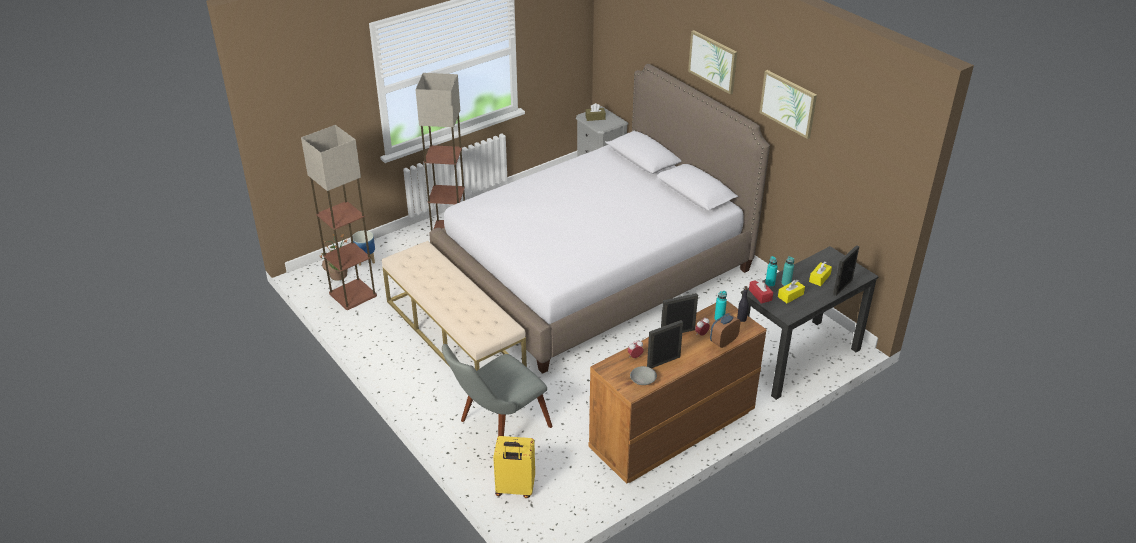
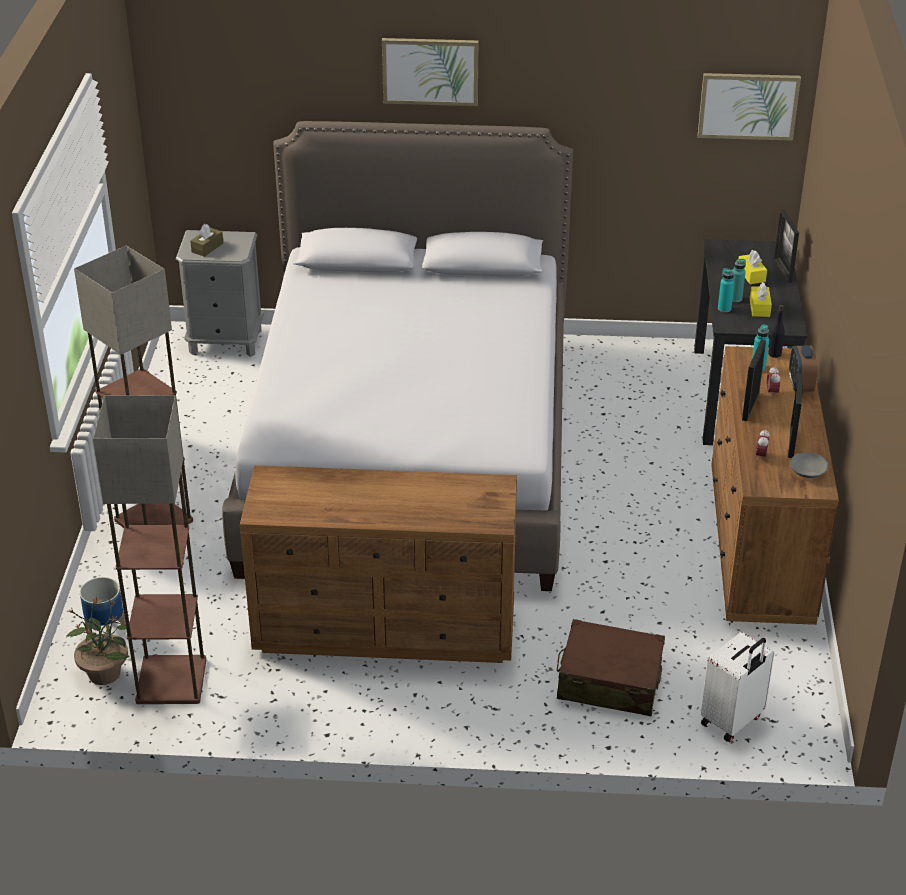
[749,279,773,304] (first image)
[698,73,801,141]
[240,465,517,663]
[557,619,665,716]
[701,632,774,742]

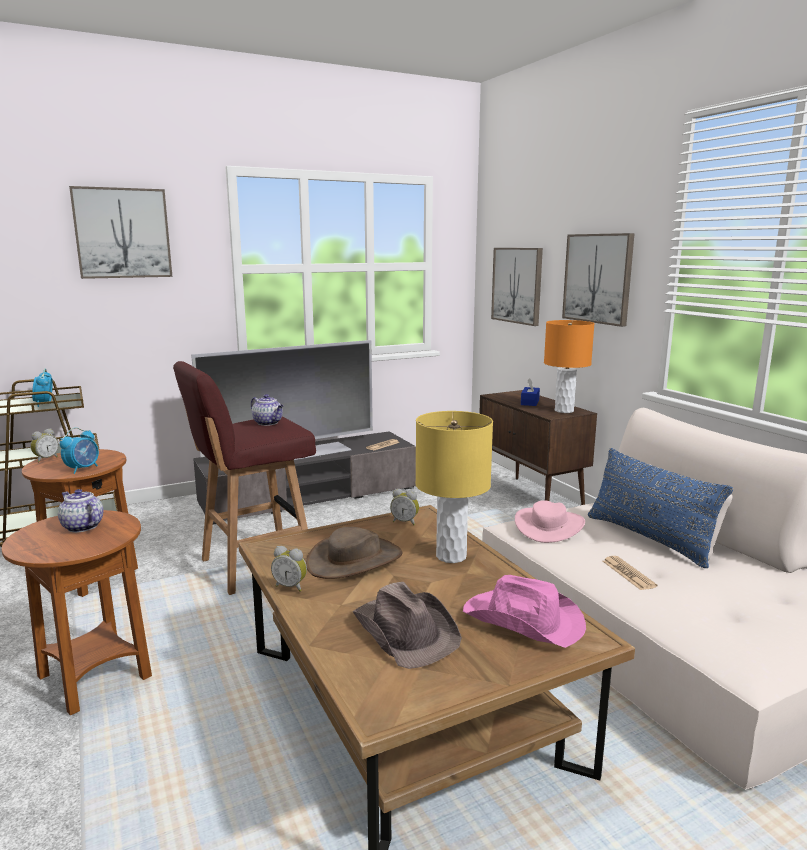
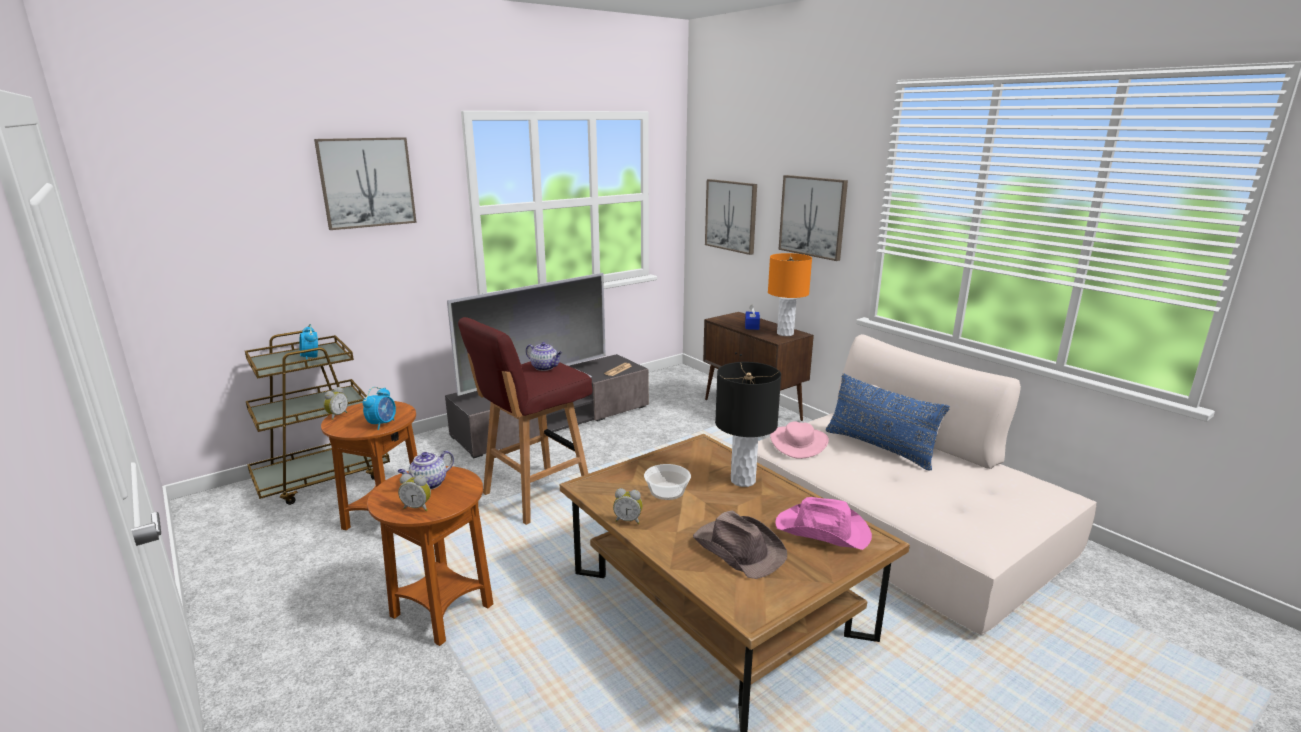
[603,556,657,590] (first image)
[398,474,431,511]
[644,464,691,500]
[715,362,781,487]
[397,450,454,489]

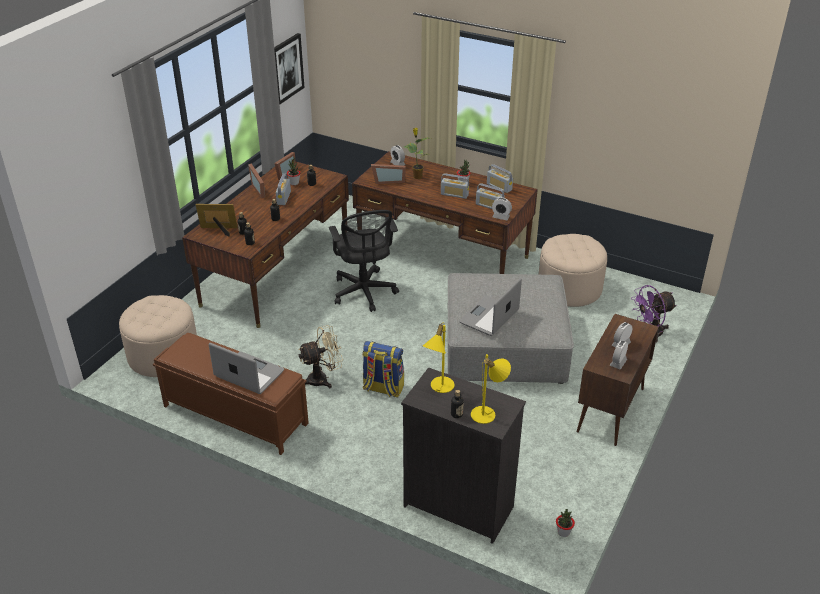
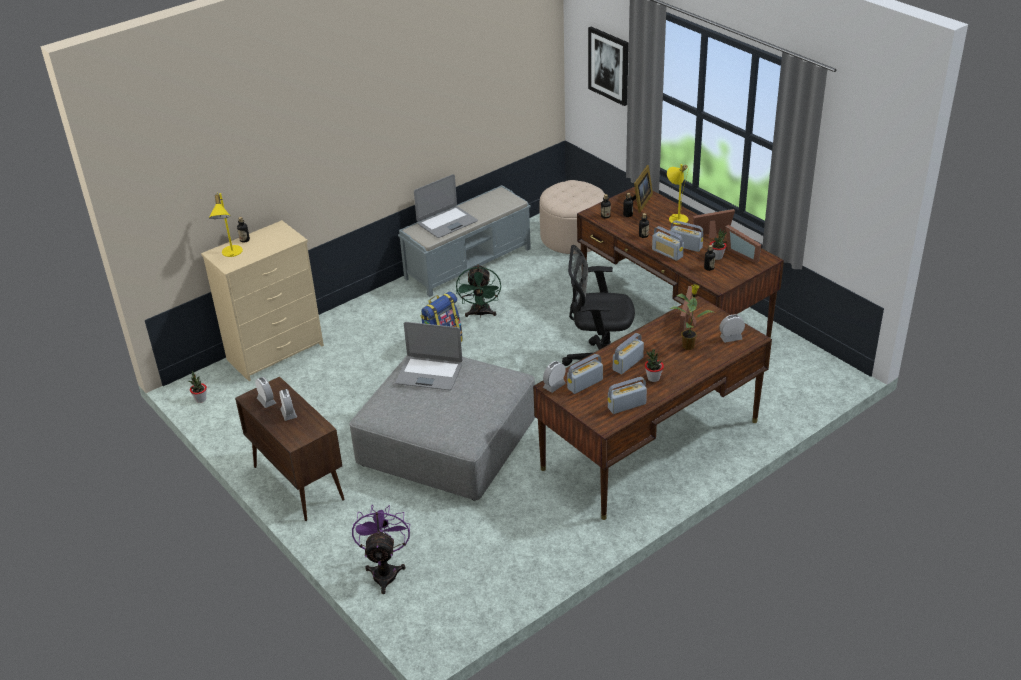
[539,234,607,307] (first image)
[652,226,684,261]
[588,27,629,106]
[667,164,688,225]
[398,185,531,297]
[456,264,501,318]
[201,220,324,381]
[395,322,462,390]

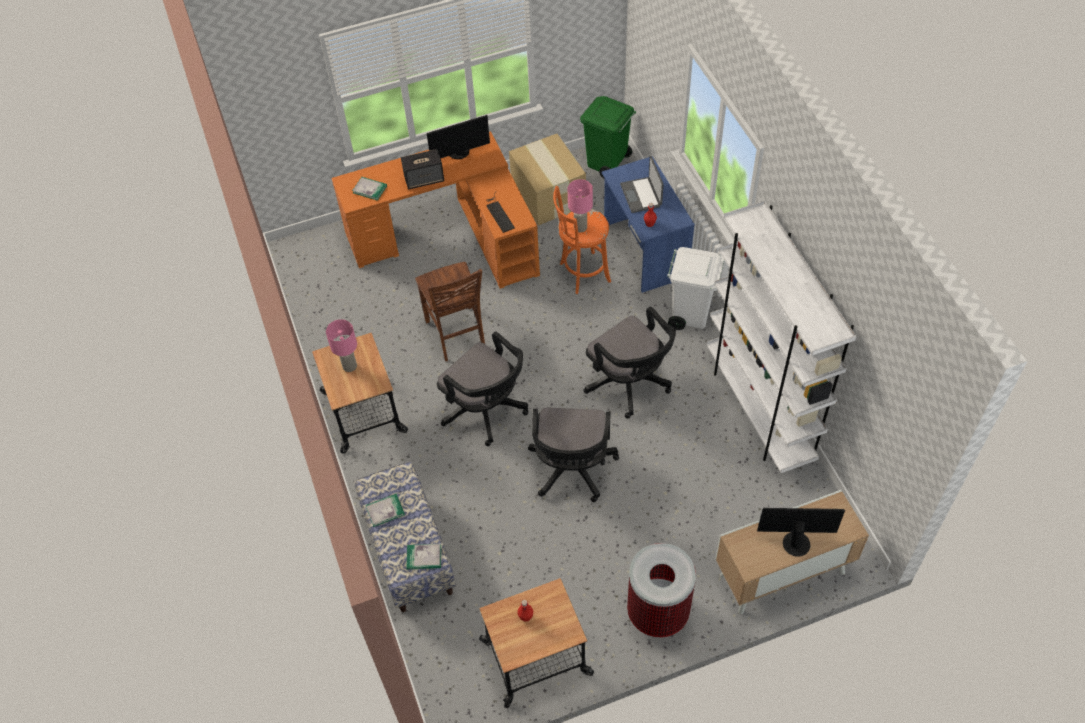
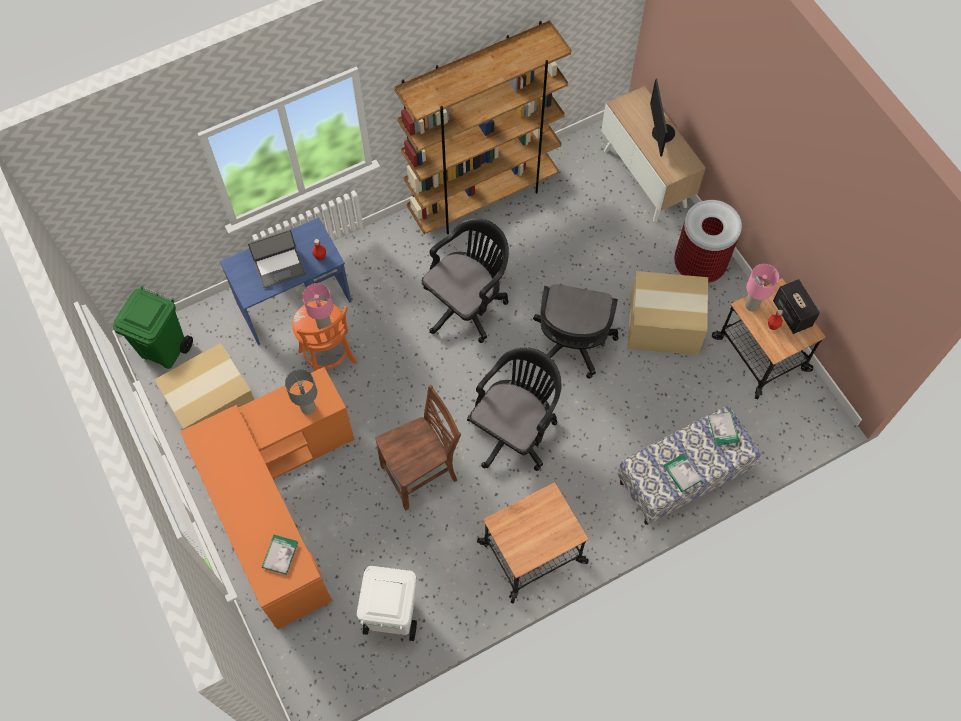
[427,115,490,159] (first image)
[628,271,708,355]
[745,264,779,312]
[773,279,820,334]
[357,566,417,641]
[285,369,317,415]
[394,20,571,234]
[533,284,618,379]

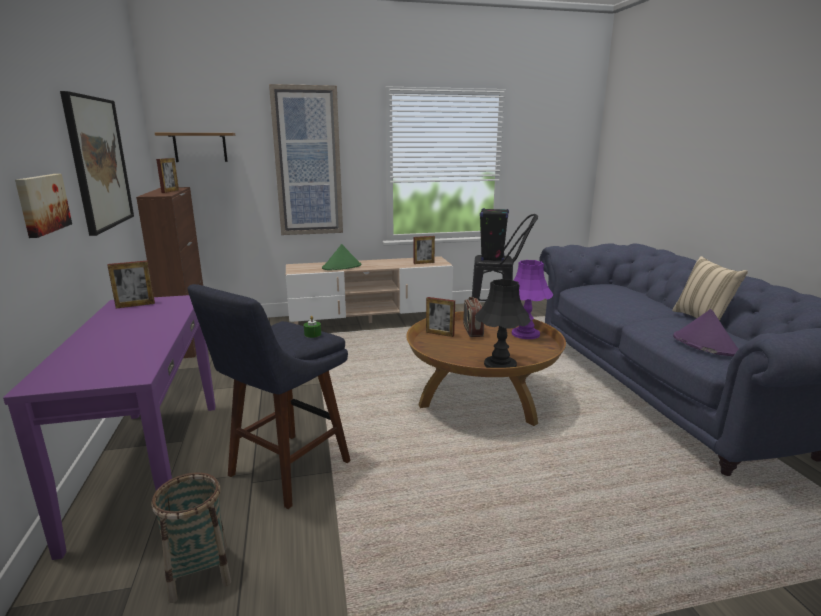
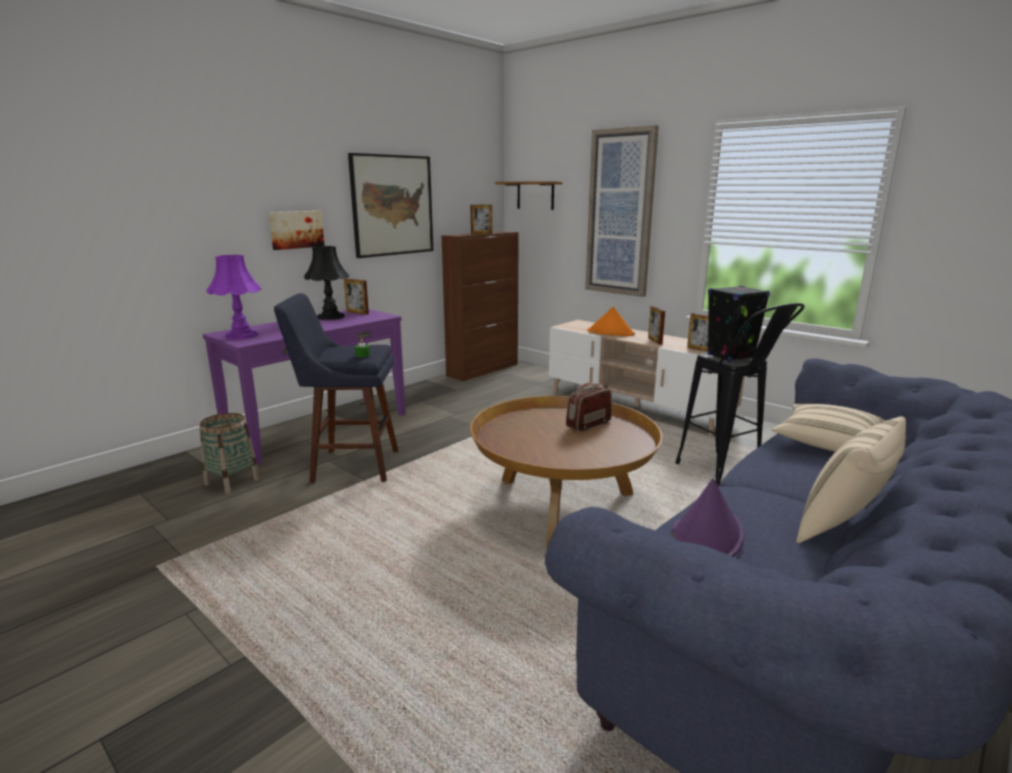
[772,404,885,452]
[648,306,665,345]
[304,246,349,320]
[206,255,261,340]
[587,307,635,336]

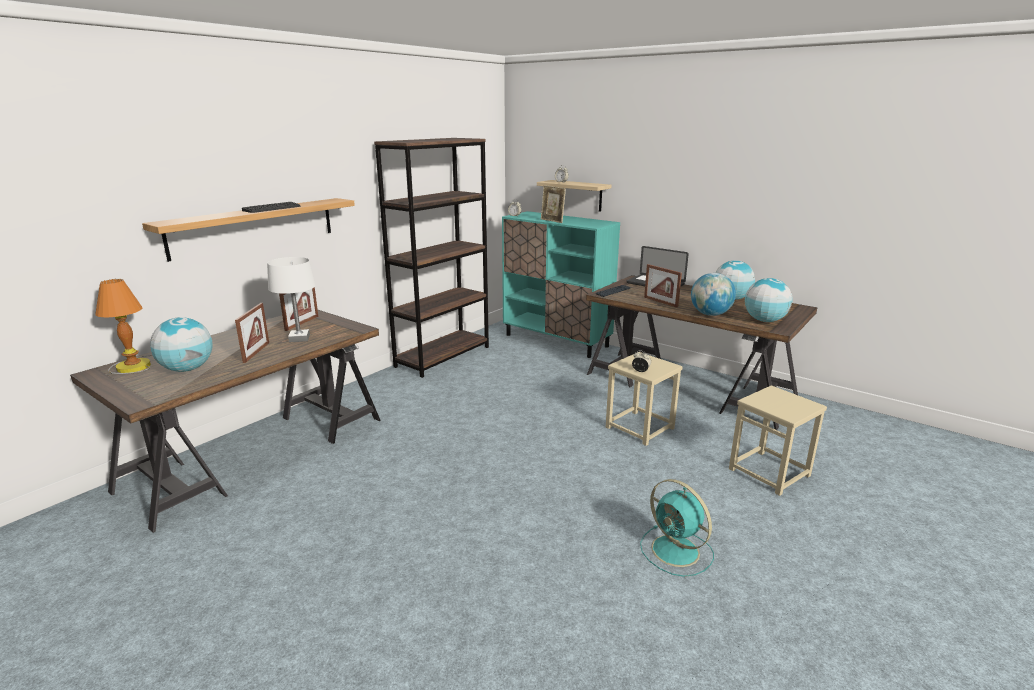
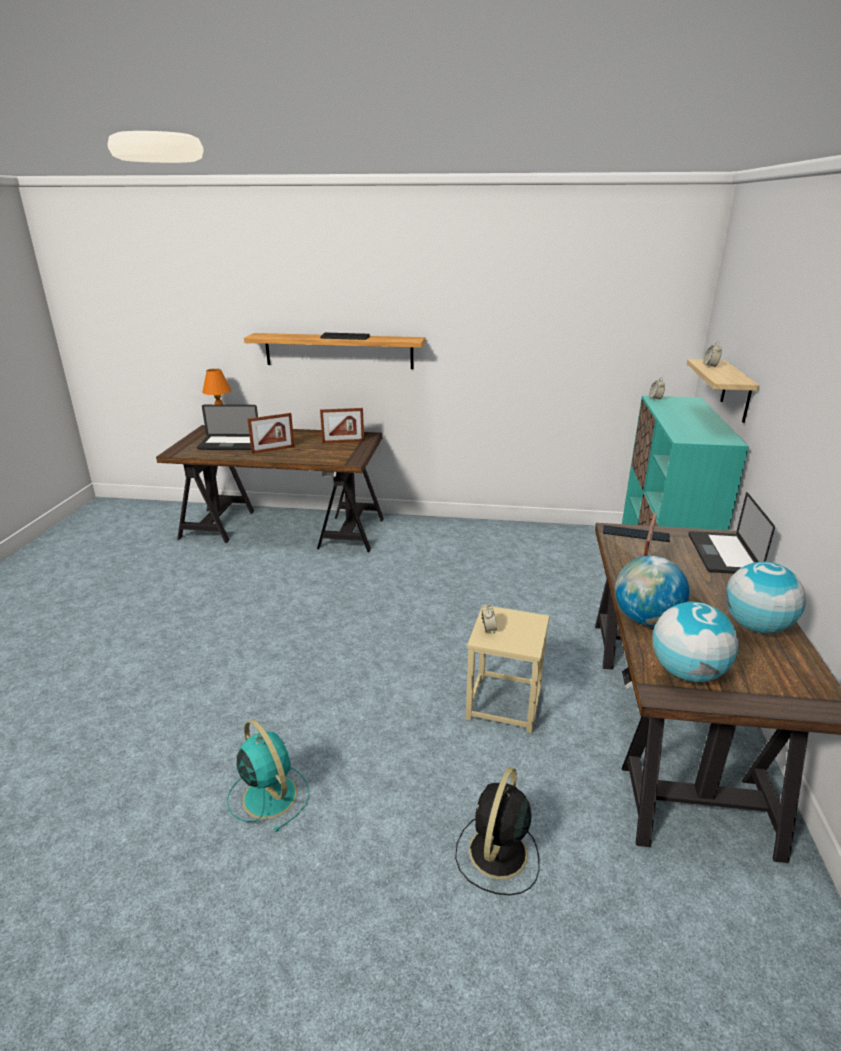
[267,257,316,342] (first image)
[374,138,489,378] (first image)
[541,185,566,223] (first image)
[197,405,258,450]
[455,767,539,895]
[227,720,310,832]

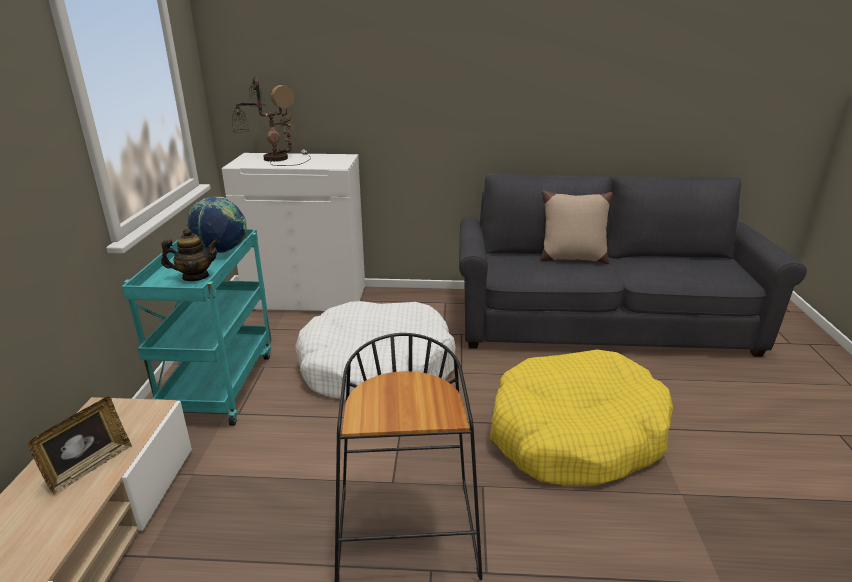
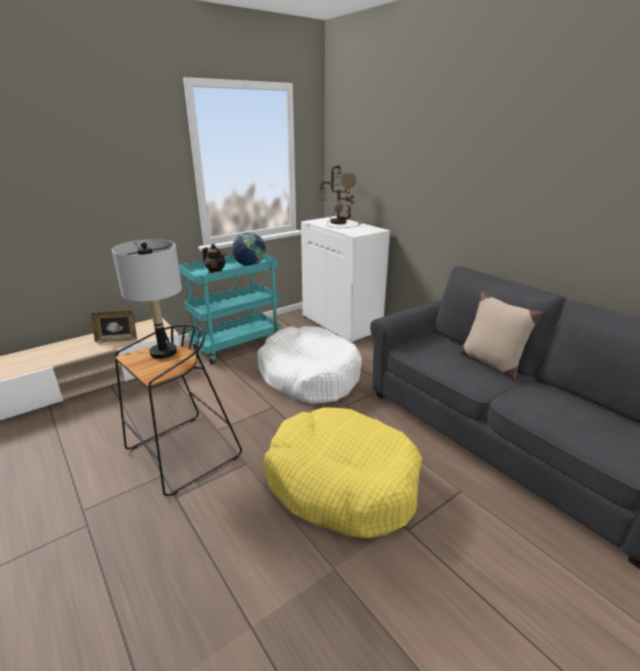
[112,239,182,359]

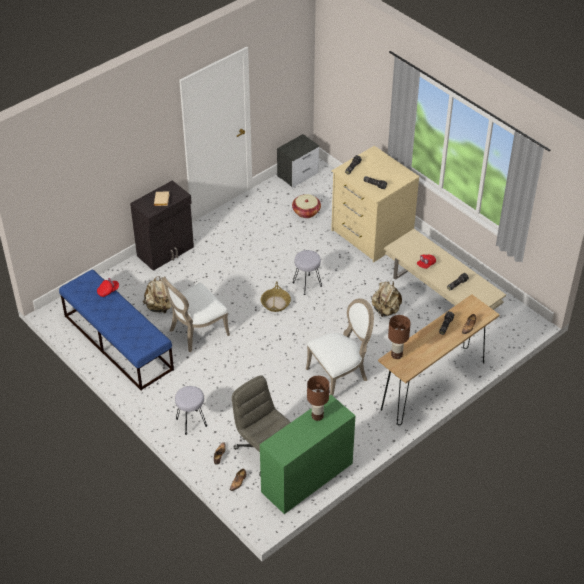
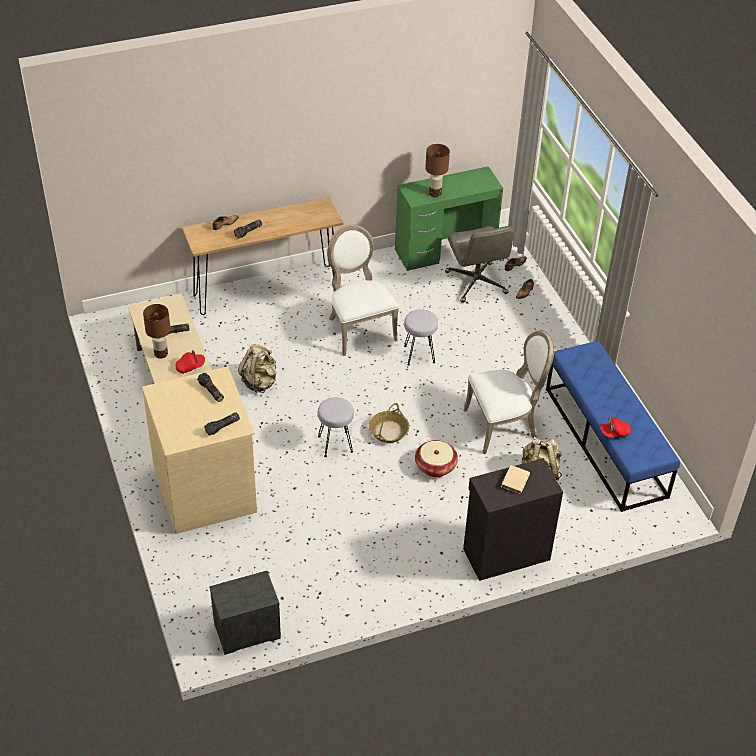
[404,309,438,365]
[415,440,458,477]
[143,304,171,359]
[327,225,399,356]

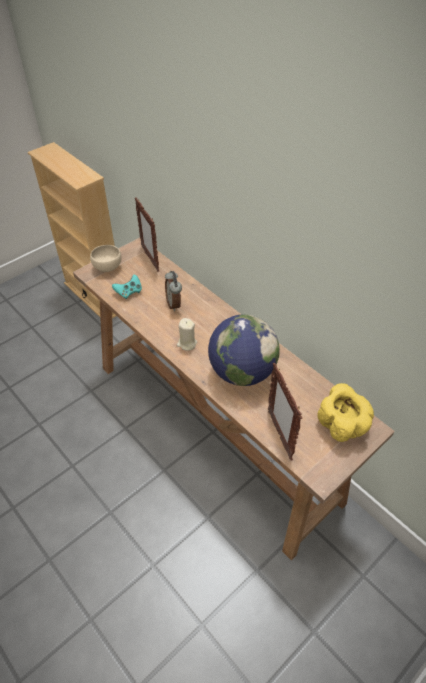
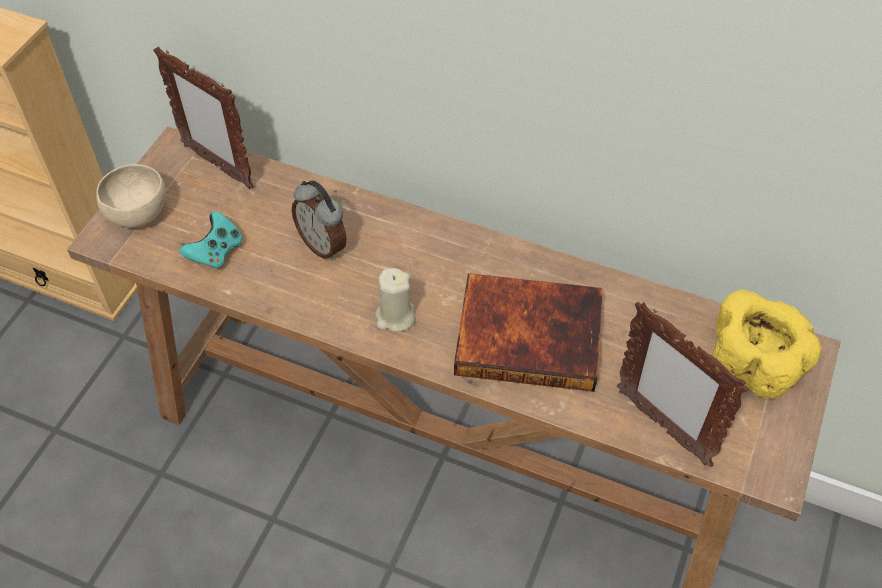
[454,273,603,392]

